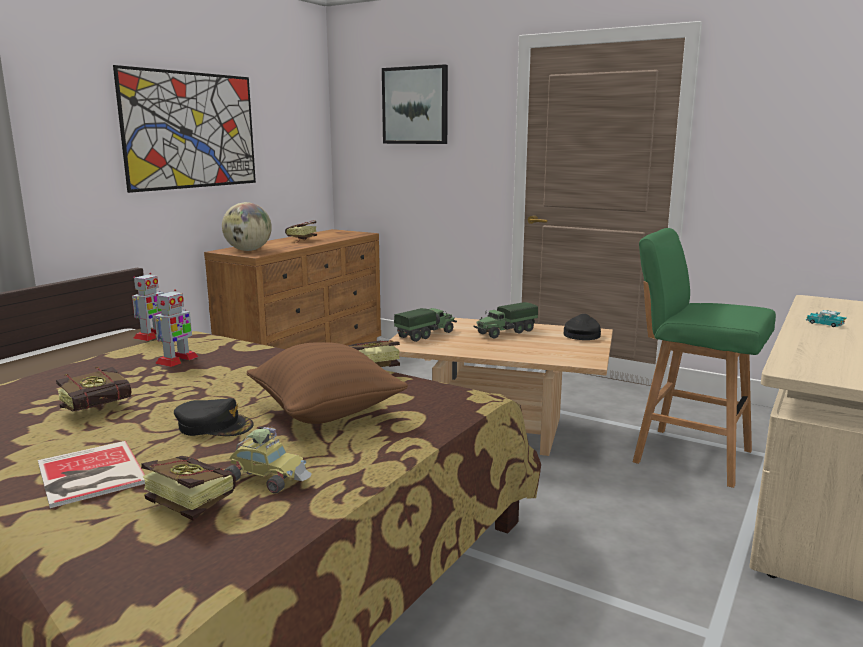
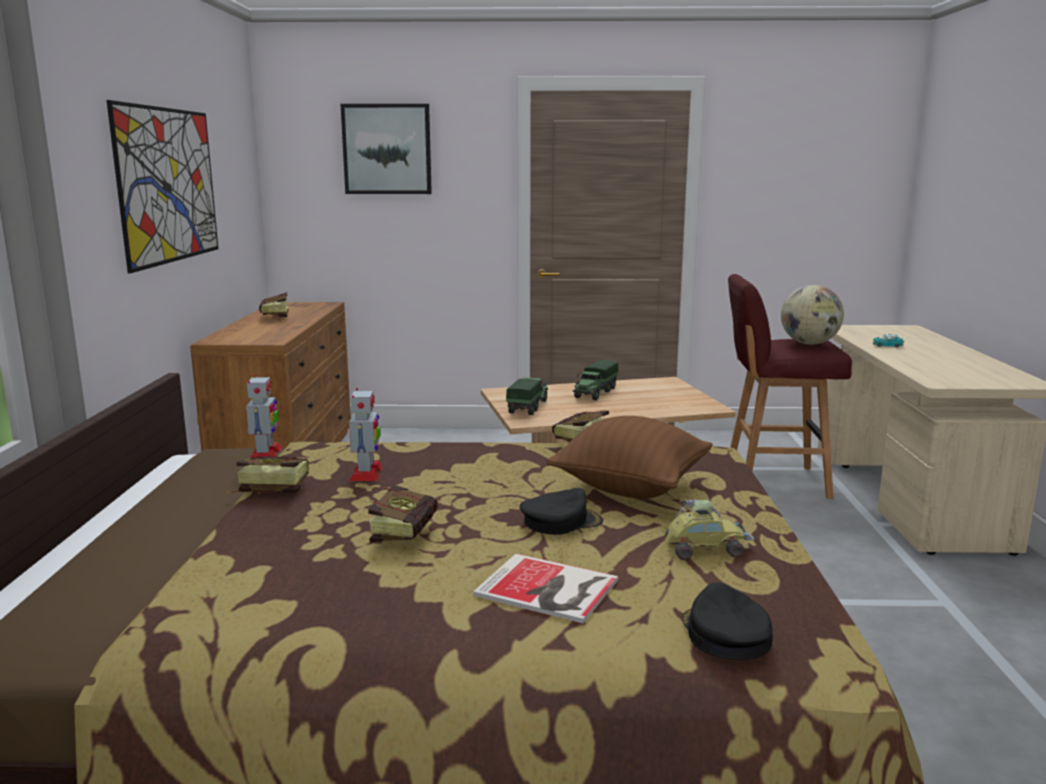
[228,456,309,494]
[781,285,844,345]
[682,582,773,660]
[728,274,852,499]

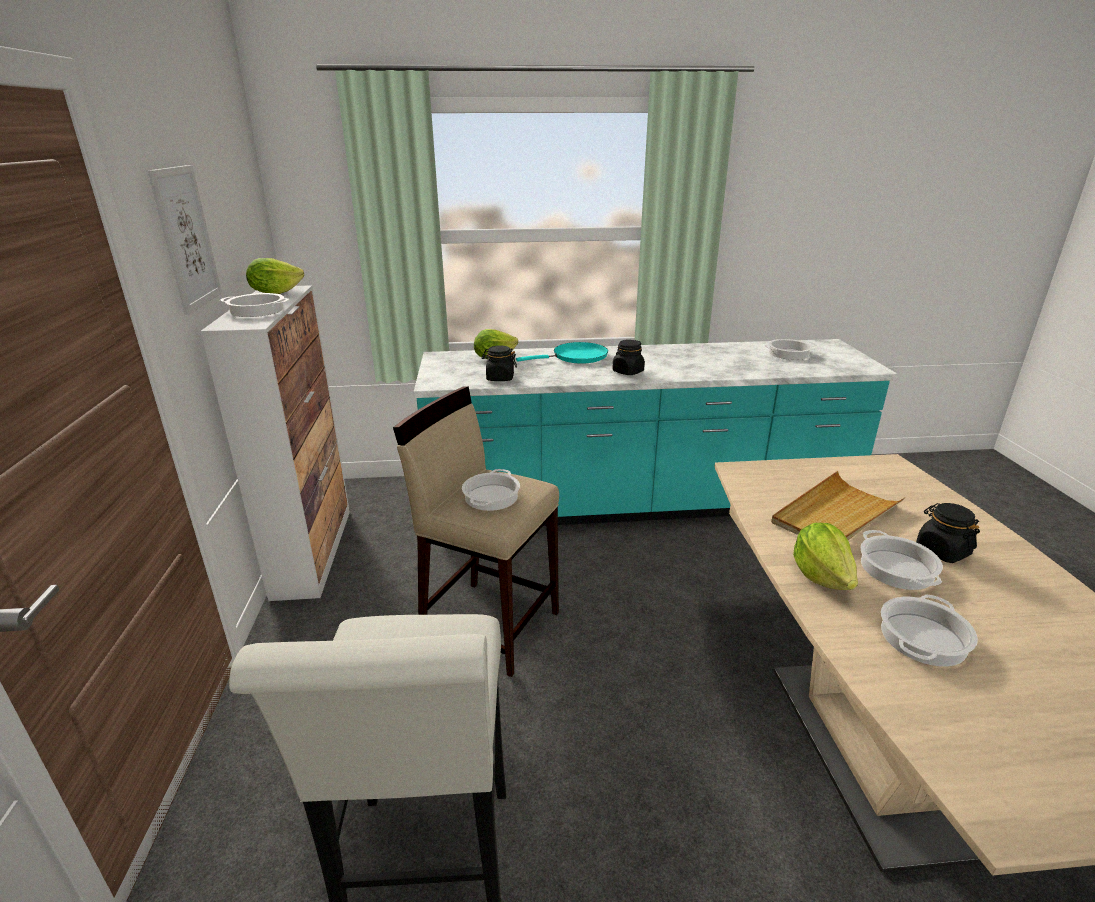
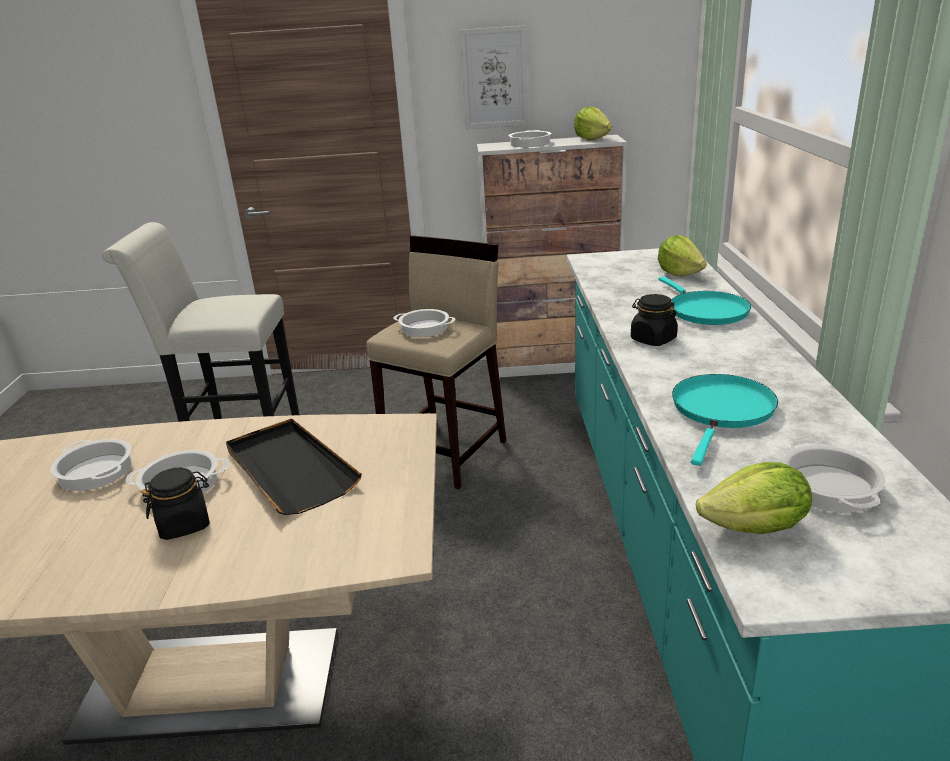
[482,345,517,381] (first image)
[672,374,778,466]
[696,462,812,534]
[226,418,362,515]

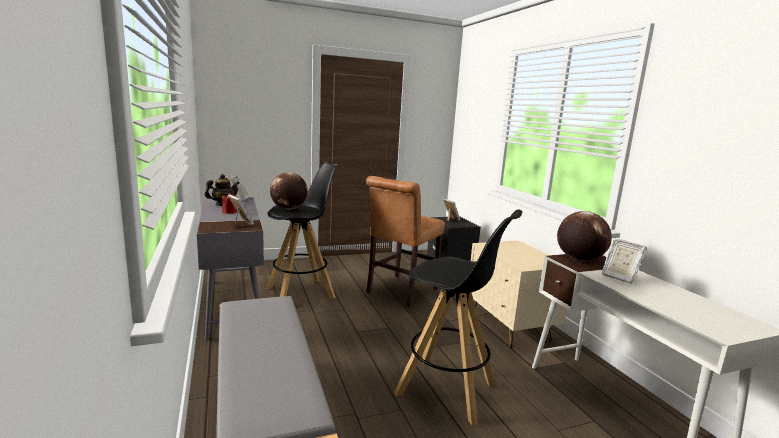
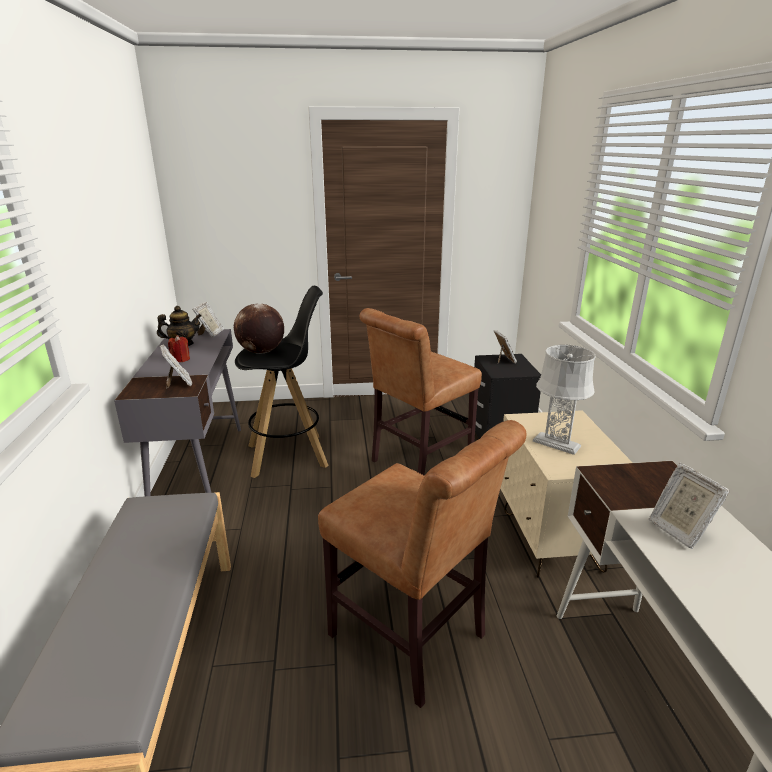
[557,211,612,261] (first image)
[533,345,596,455]
[318,420,527,708]

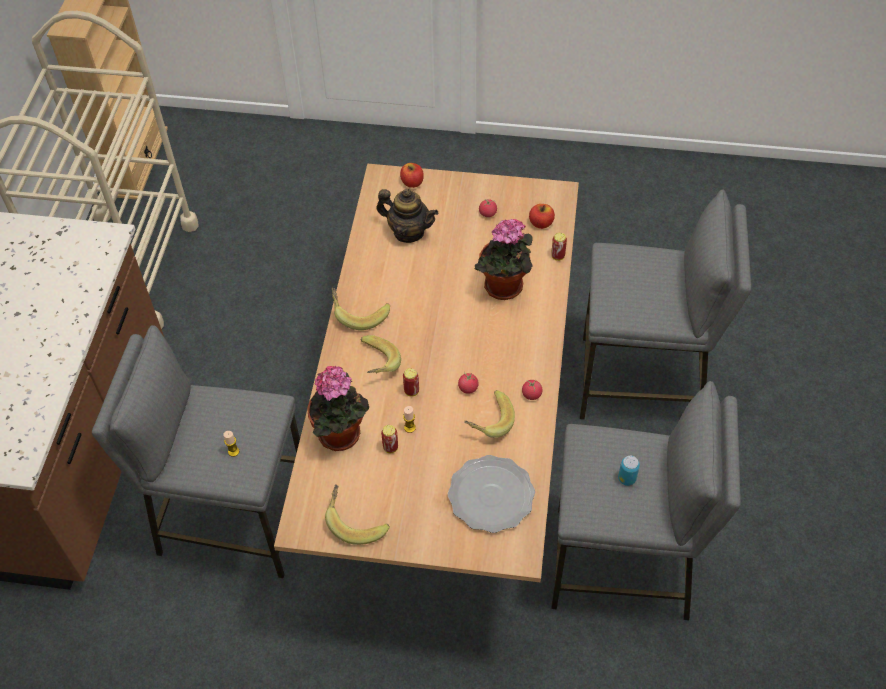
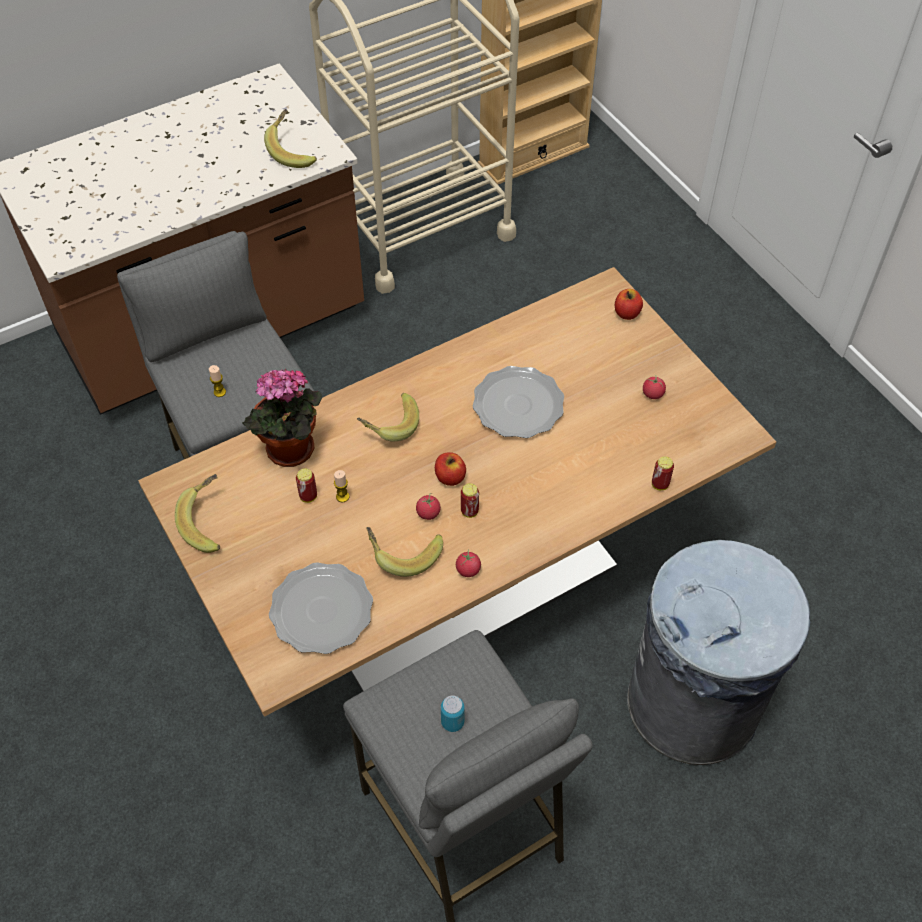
[376,189,438,243] (first image)
[475,219,533,300] (first image)
[473,366,564,438]
[264,109,317,168]
[461,483,479,518]
[435,452,466,486]
[627,540,810,765]

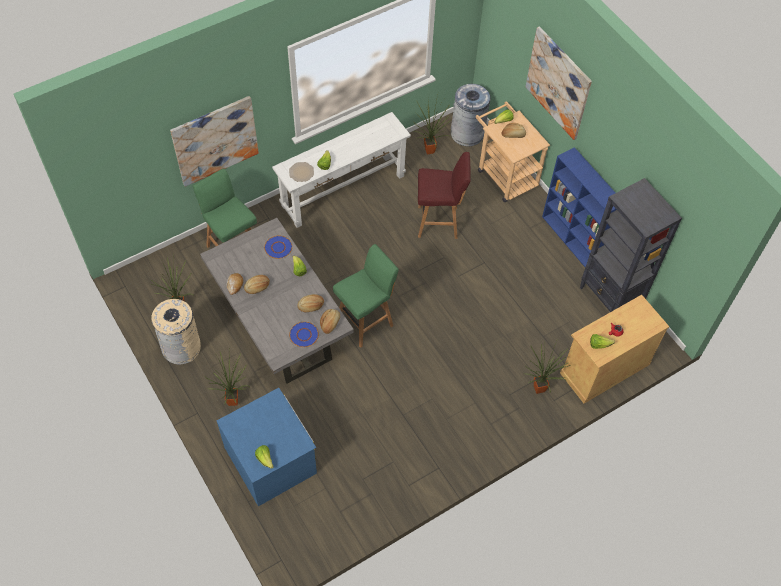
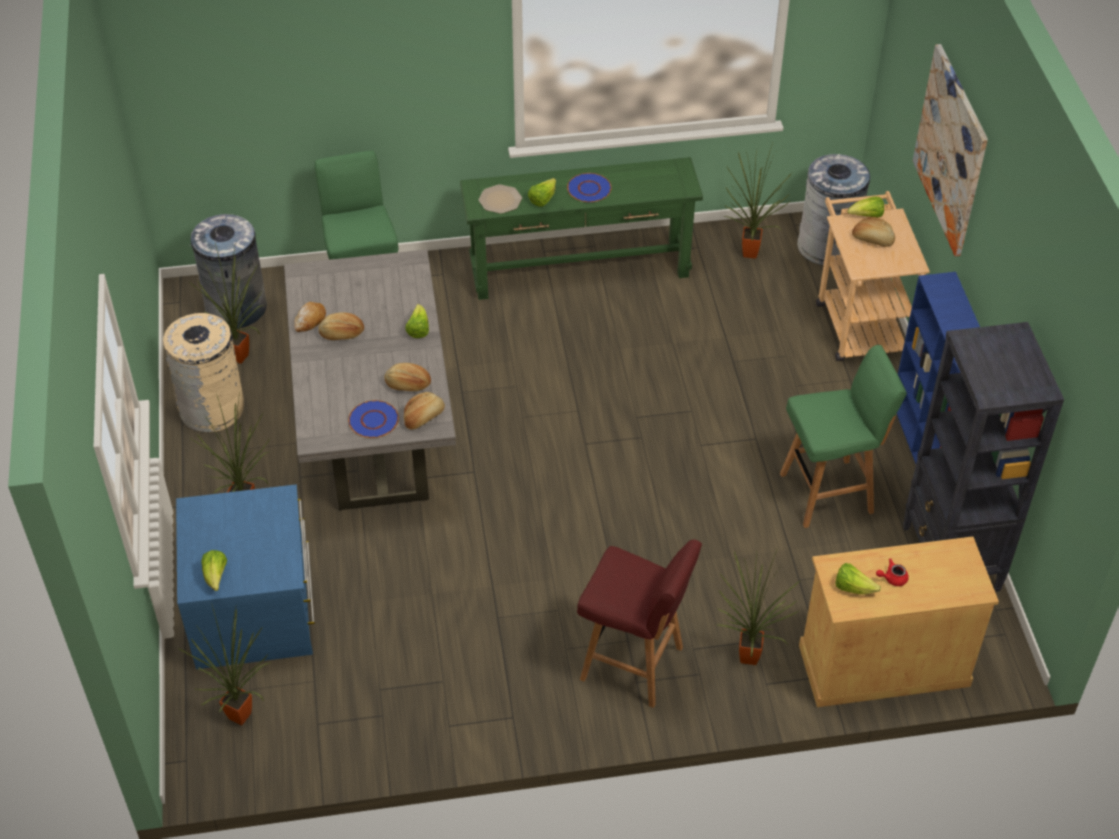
[170,96,259,187] (first image)
[178,606,271,725]
[191,214,267,328]
[567,173,612,203]
[780,345,907,528]
[577,540,702,708]
[460,157,703,300]

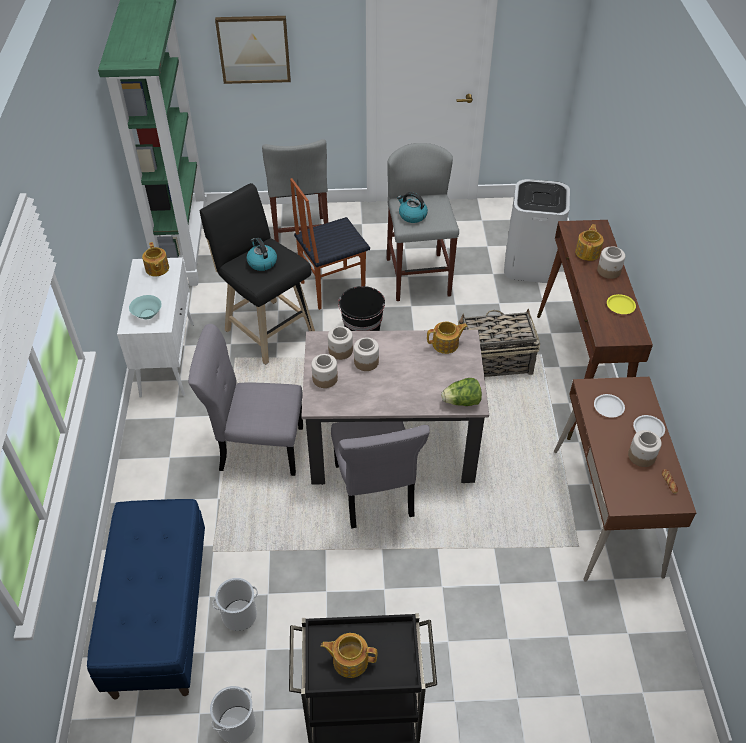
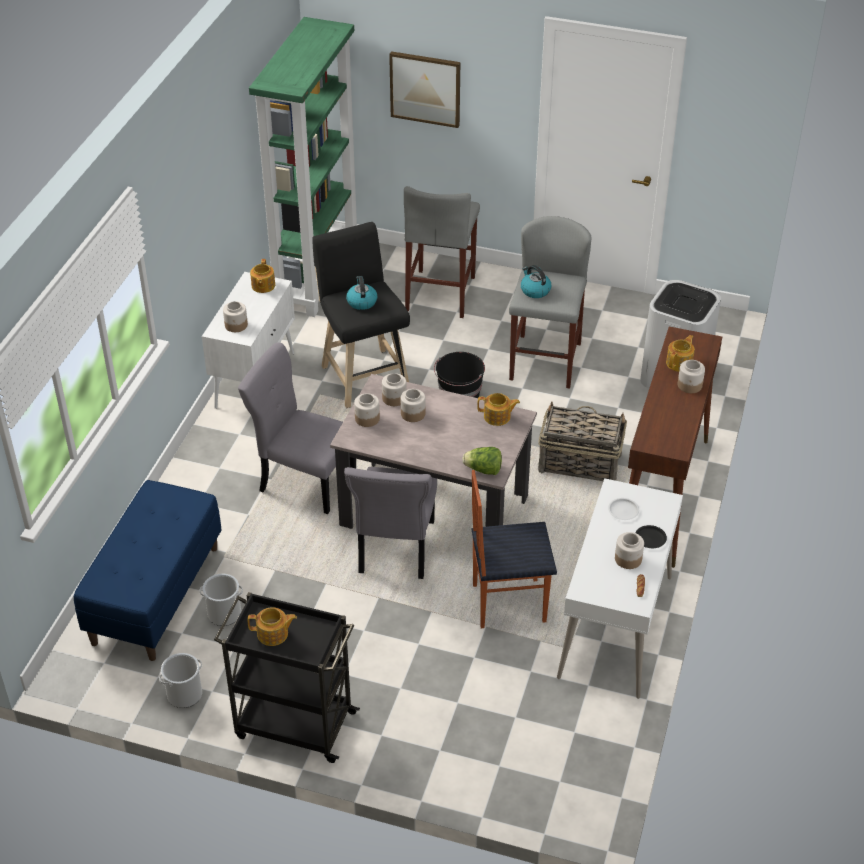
[607,294,636,314] (first image)
[472,470,557,628]
[223,301,248,332]
[557,478,683,699]
[636,525,667,548]
[248,607,297,646]

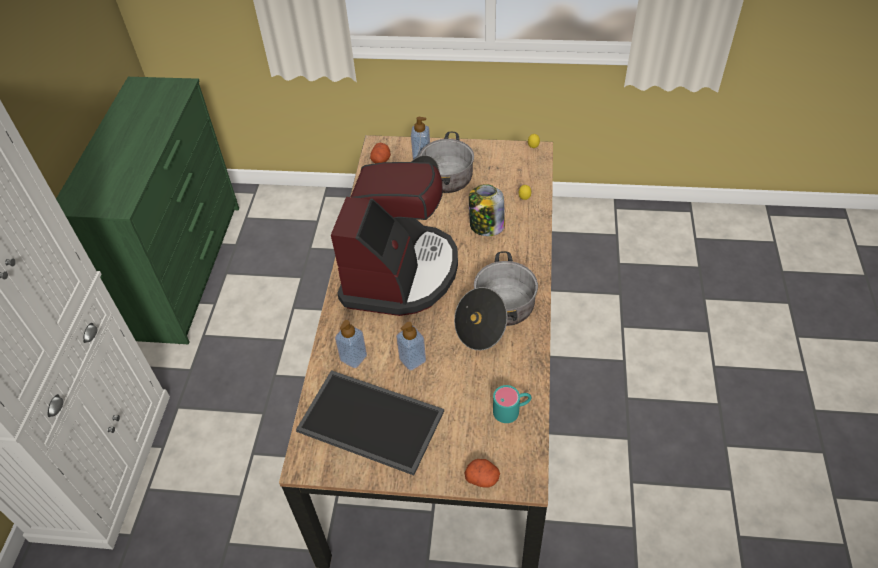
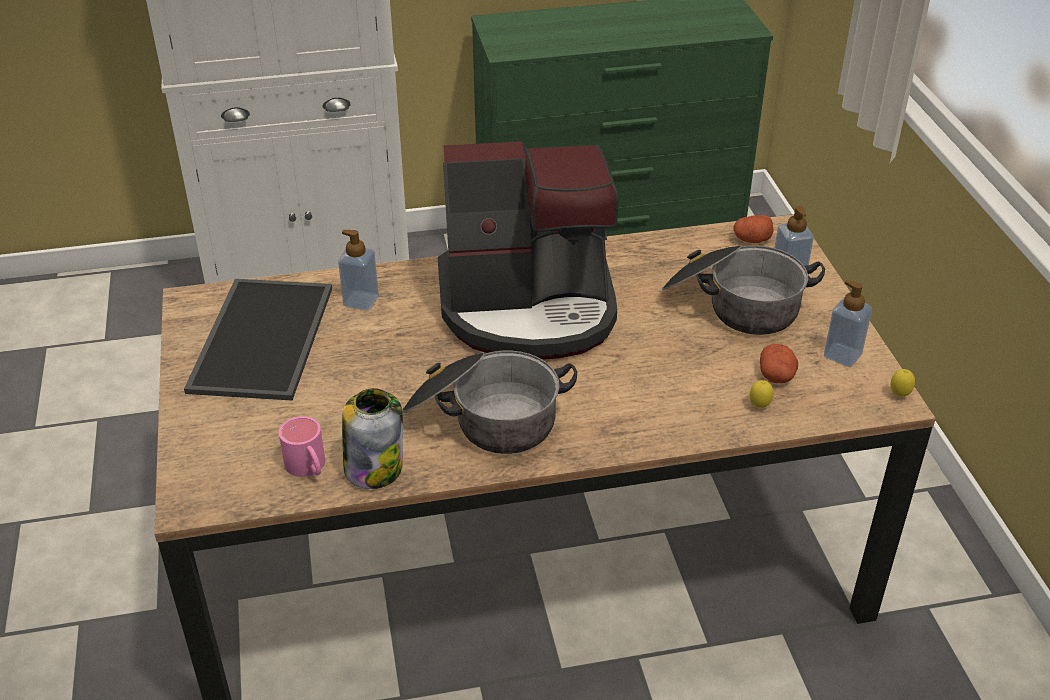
[824,280,872,367]
[760,344,798,383]
[342,388,403,489]
[279,416,325,477]

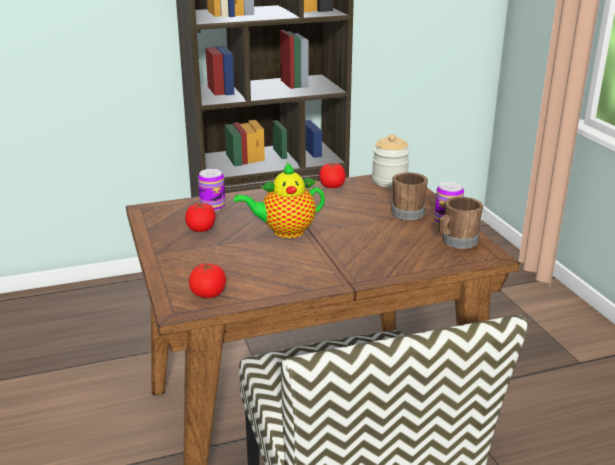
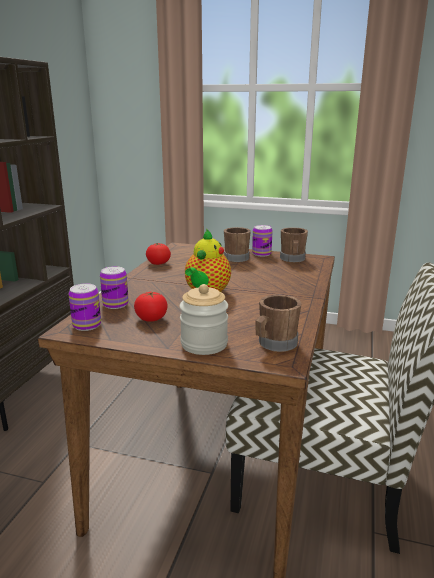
[68,283,101,331]
[179,284,228,355]
[255,295,301,352]

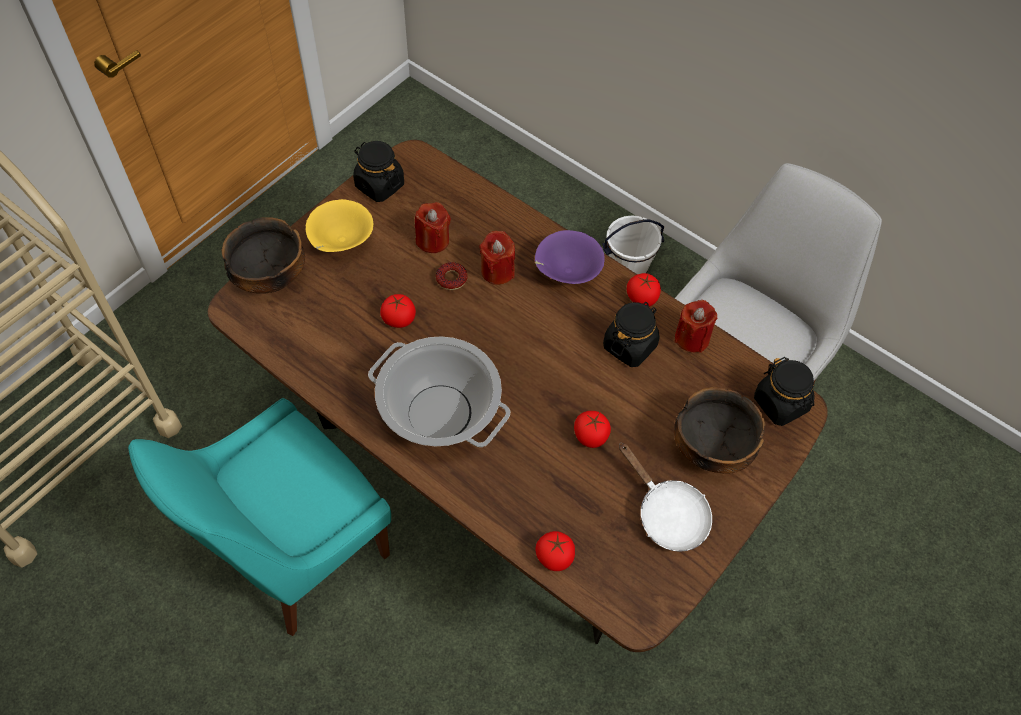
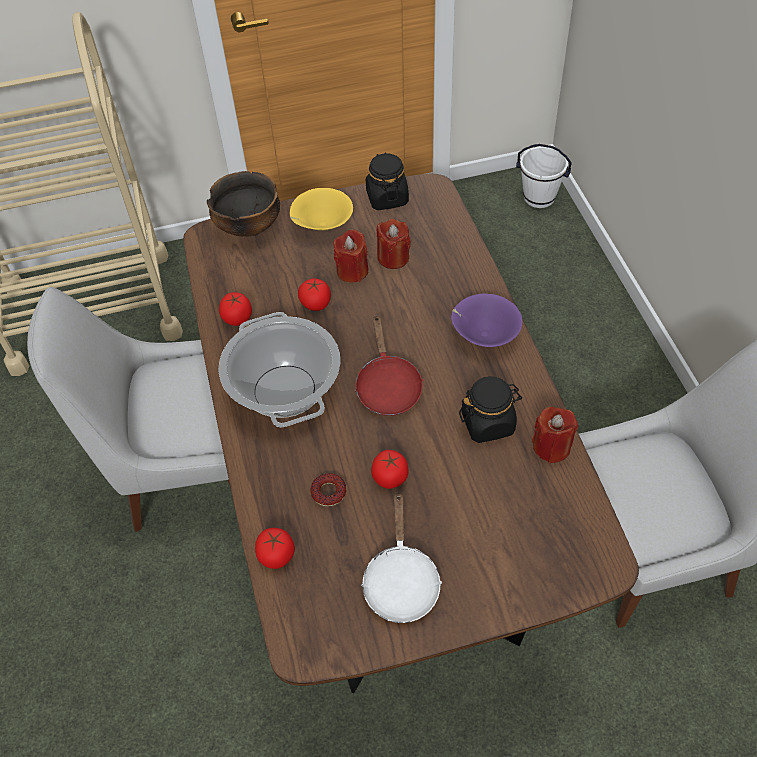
[674,387,765,474] (first image)
[754,357,815,426] (first image)
[355,314,423,416]
[310,473,346,506]
[333,229,369,283]
[516,144,572,208]
[219,292,252,326]
[27,287,230,532]

